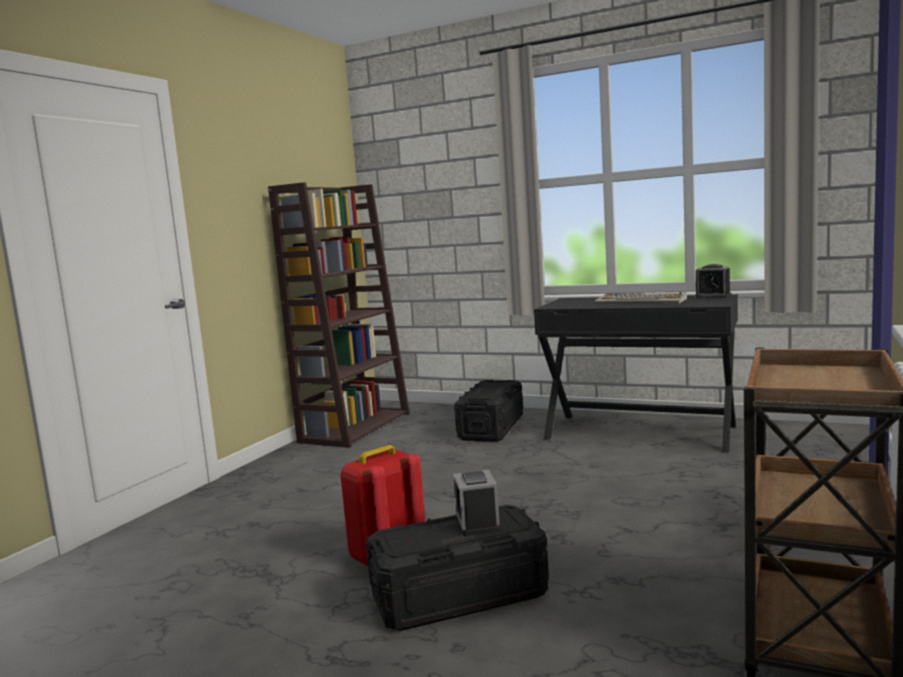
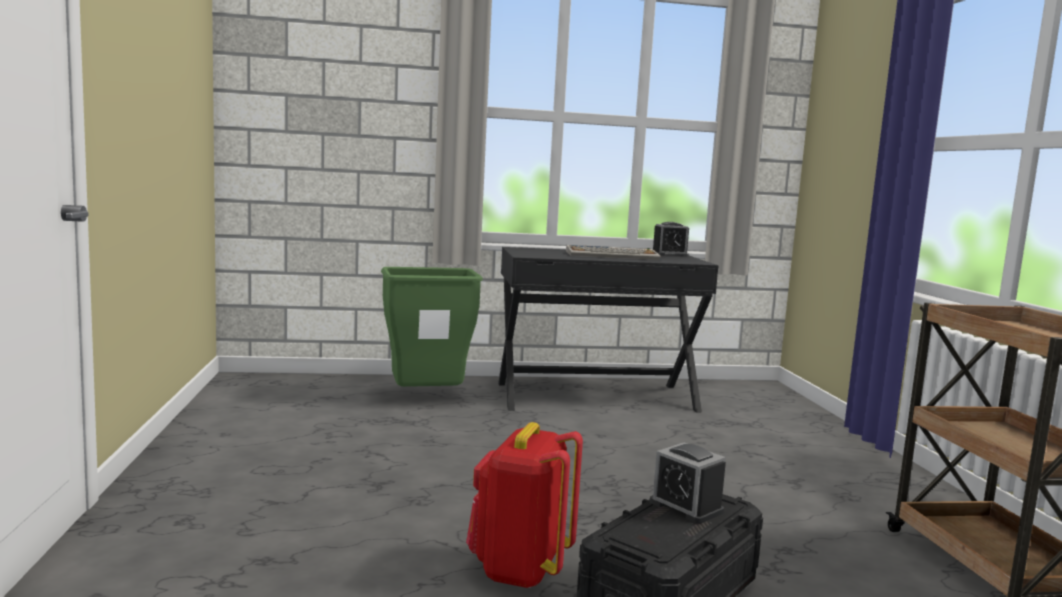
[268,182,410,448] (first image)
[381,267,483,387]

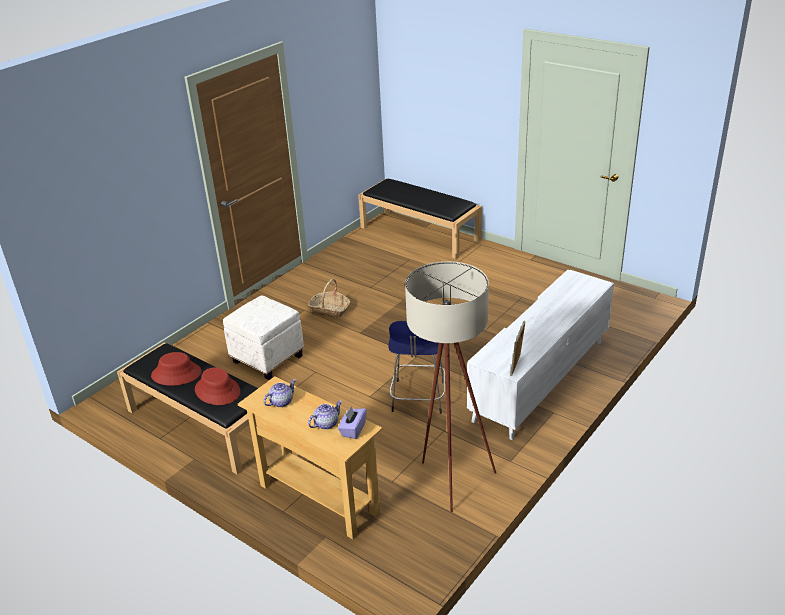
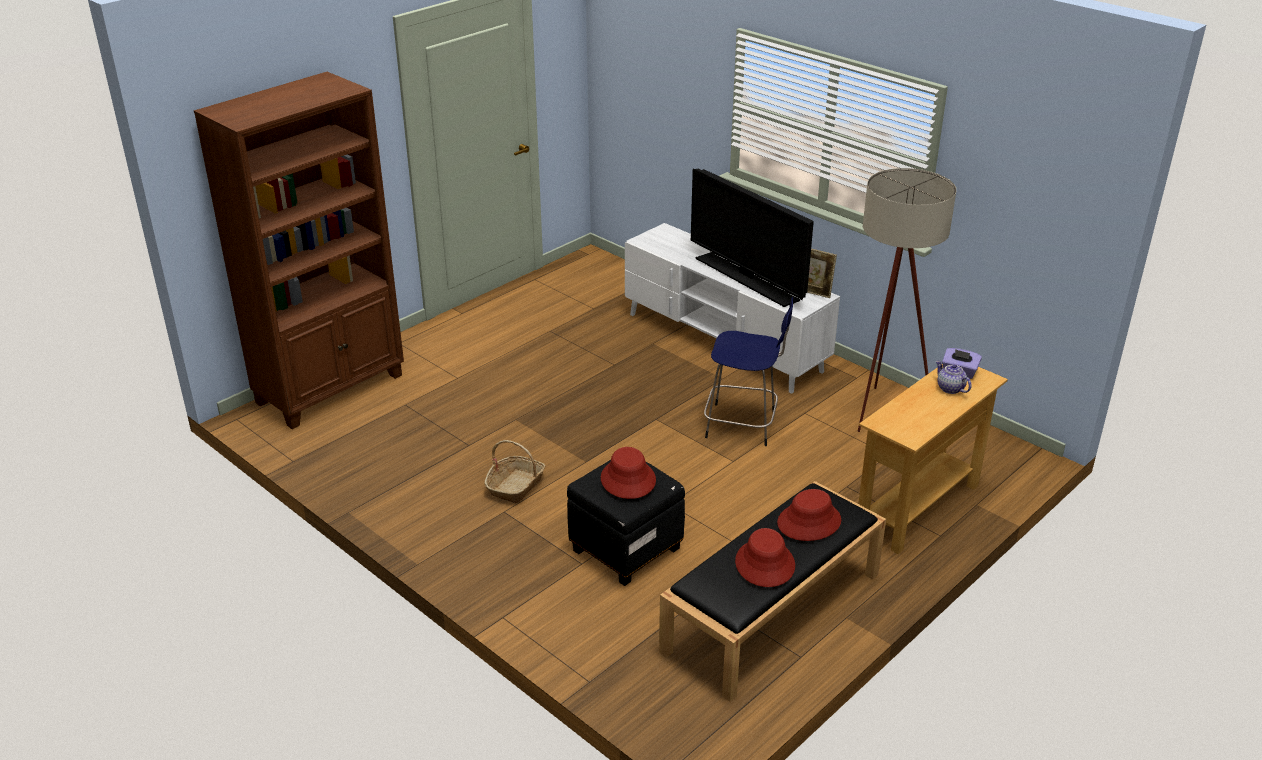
[263,379,296,407] (first image)
[601,447,656,499]
[691,169,814,307]
[194,72,404,429]
[567,460,685,586]

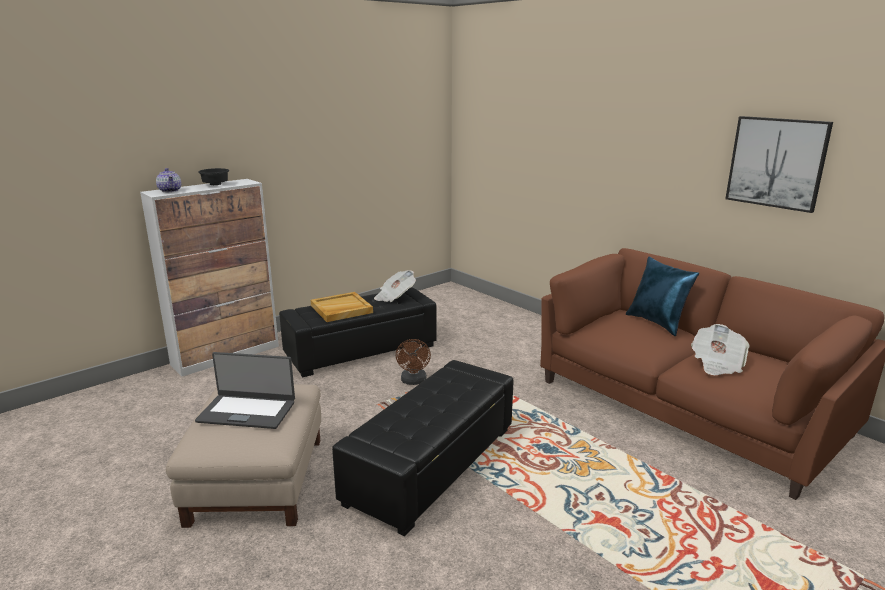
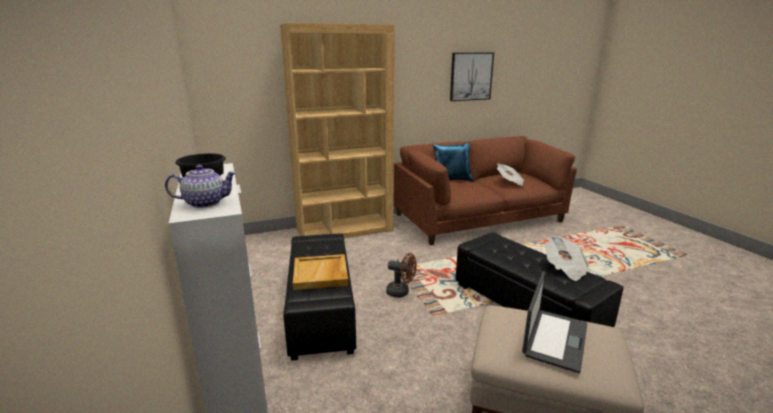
[280,23,395,238]
[544,236,591,281]

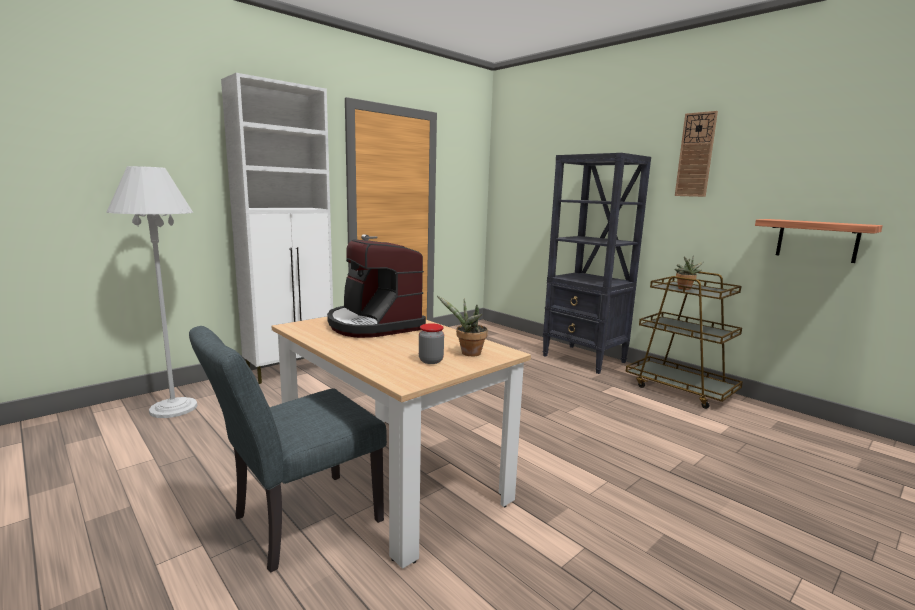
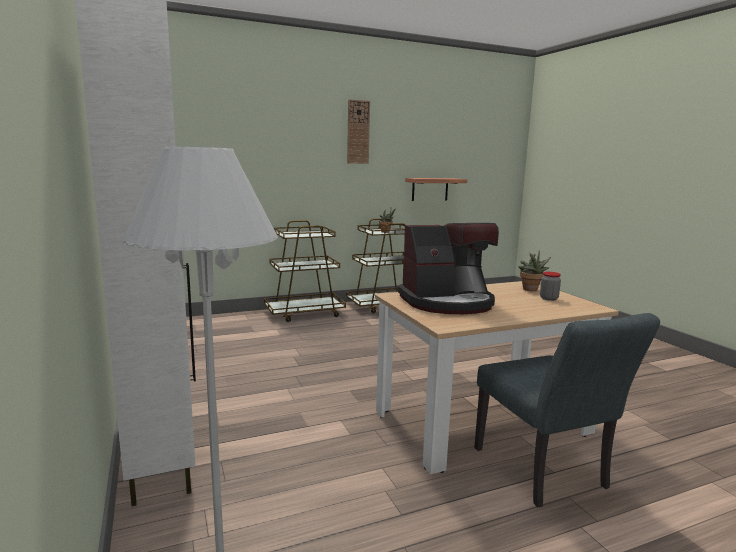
[264,220,346,322]

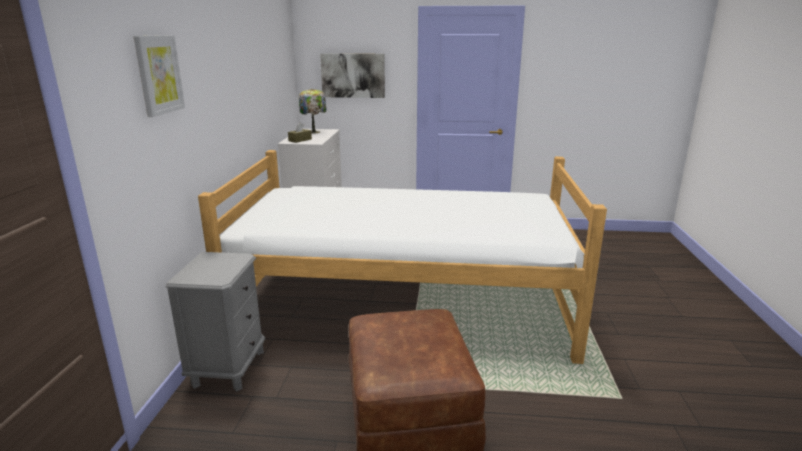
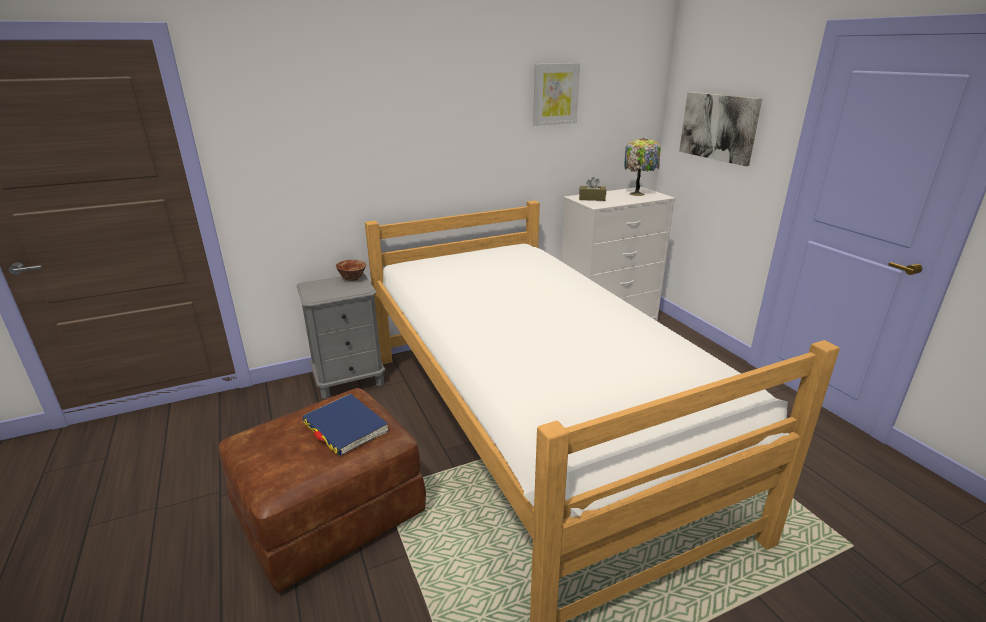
[302,394,388,456]
[336,260,366,281]
[533,63,580,126]

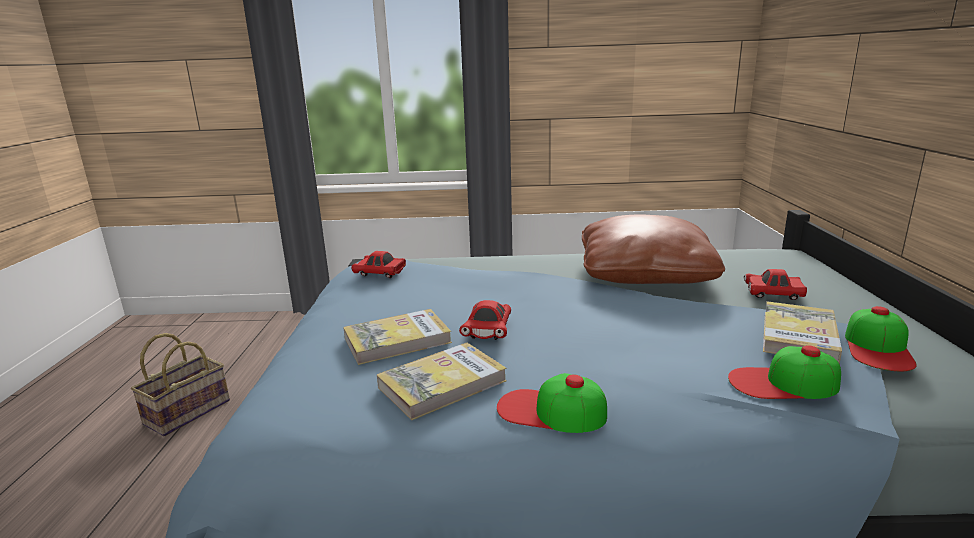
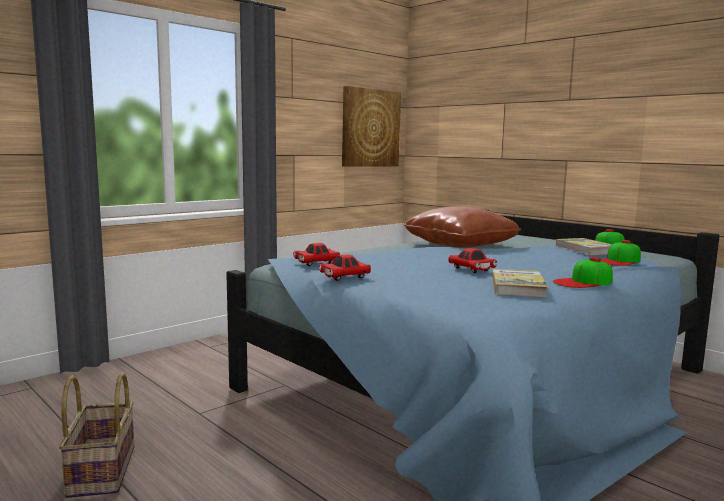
[343,309,452,365] (first image)
[342,86,401,167]
[318,254,371,281]

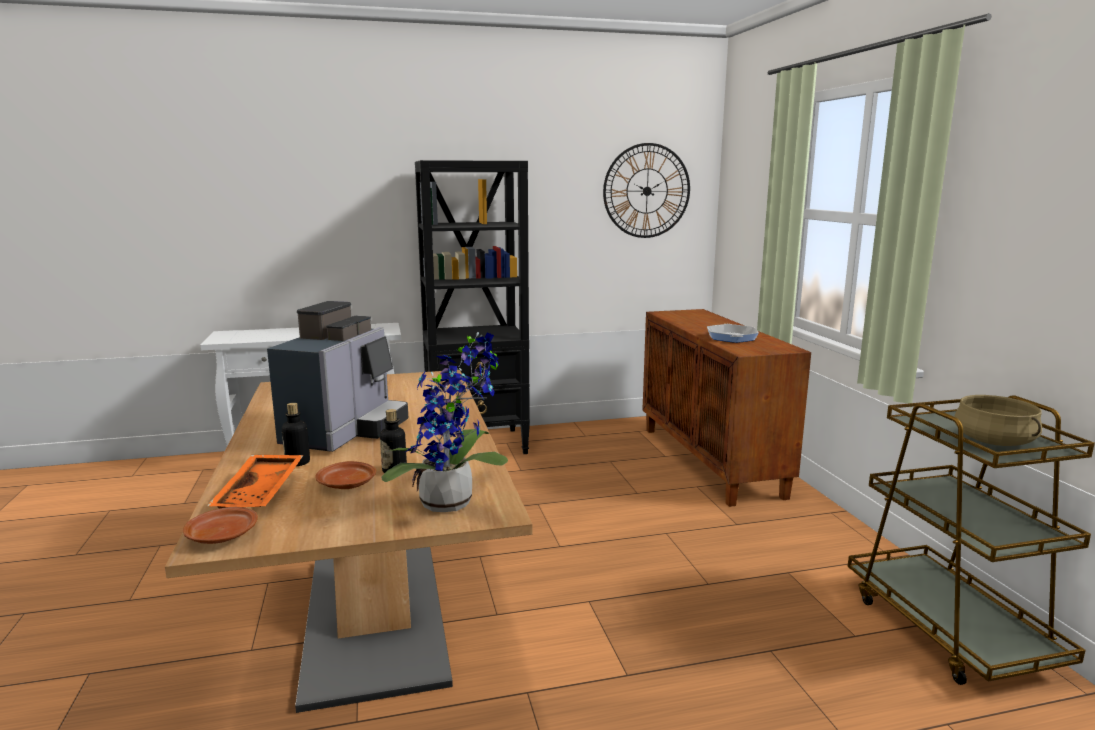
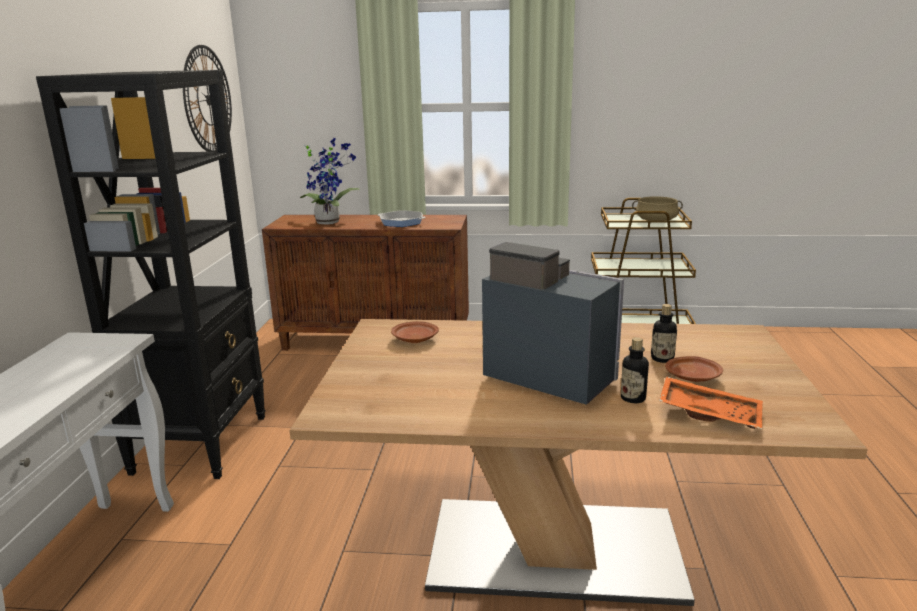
[391,321,439,343]
[300,138,360,225]

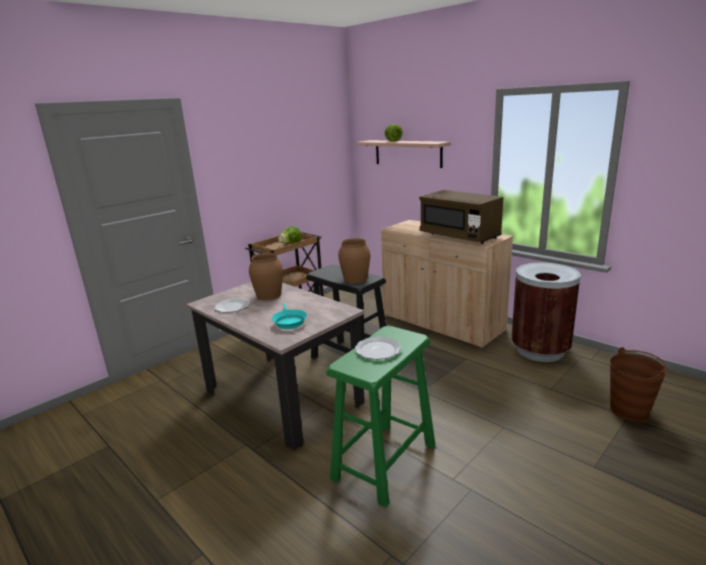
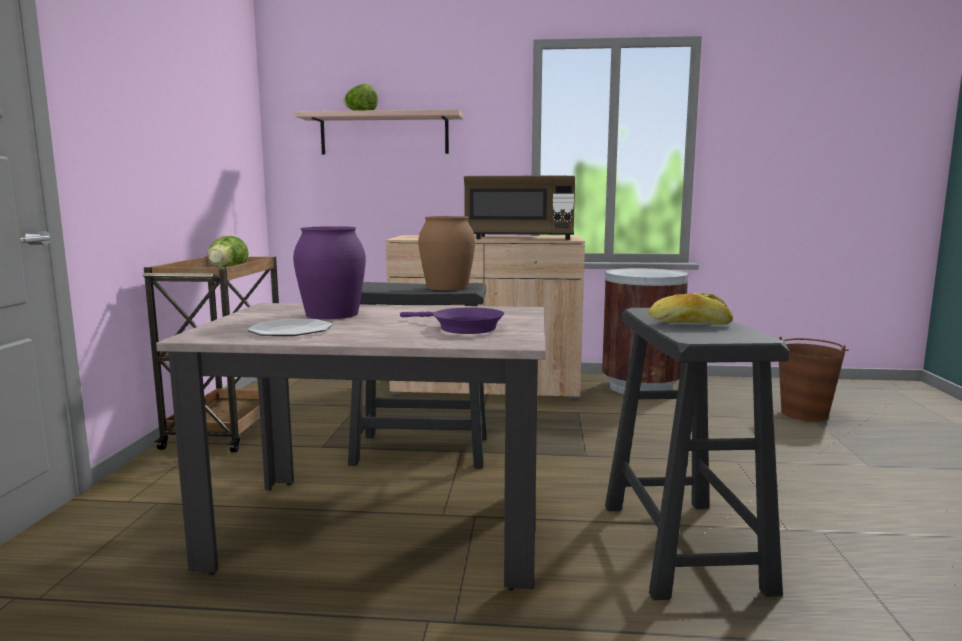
[649,293,733,325]
[293,226,366,319]
[400,307,505,334]
[605,308,790,600]

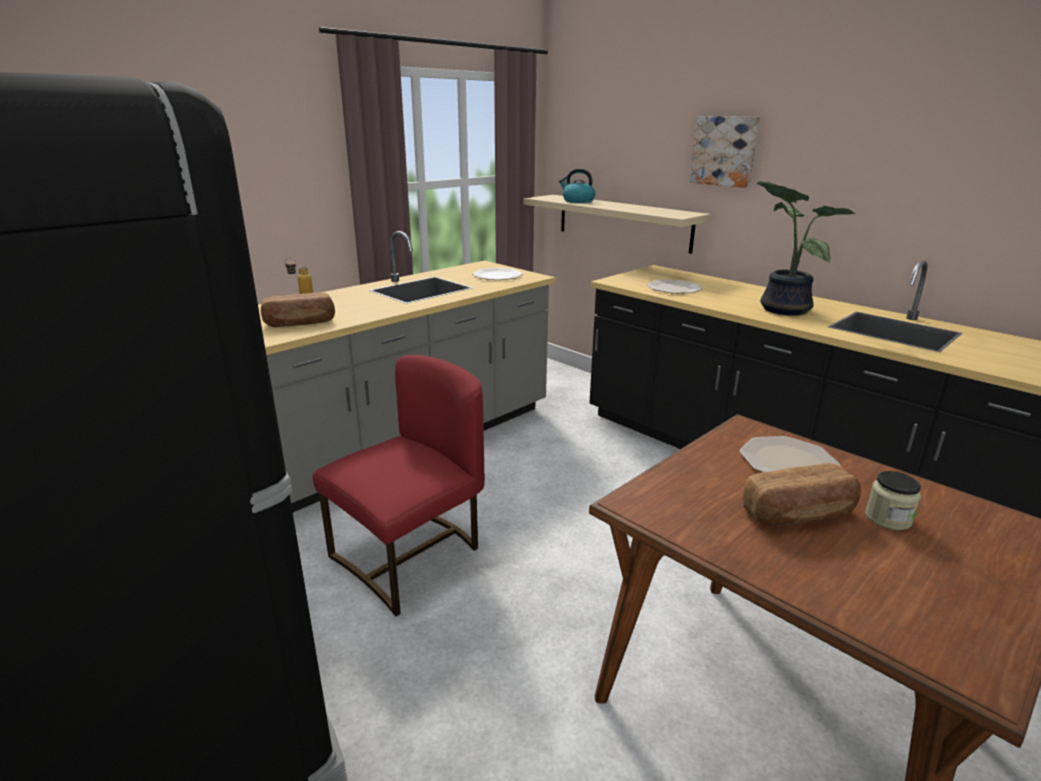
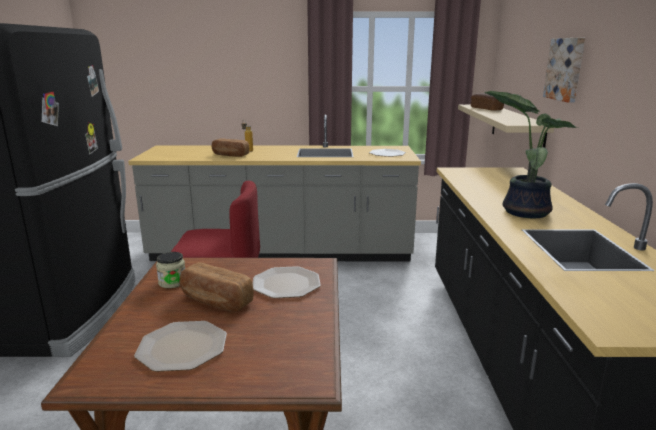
[134,321,227,372]
[156,252,185,288]
[471,93,504,111]

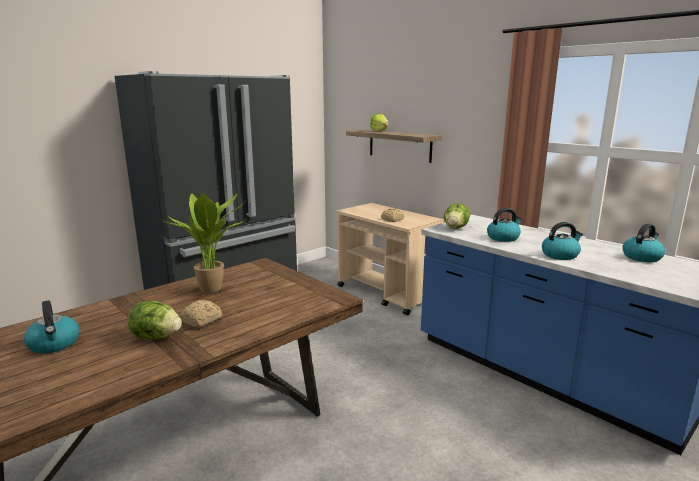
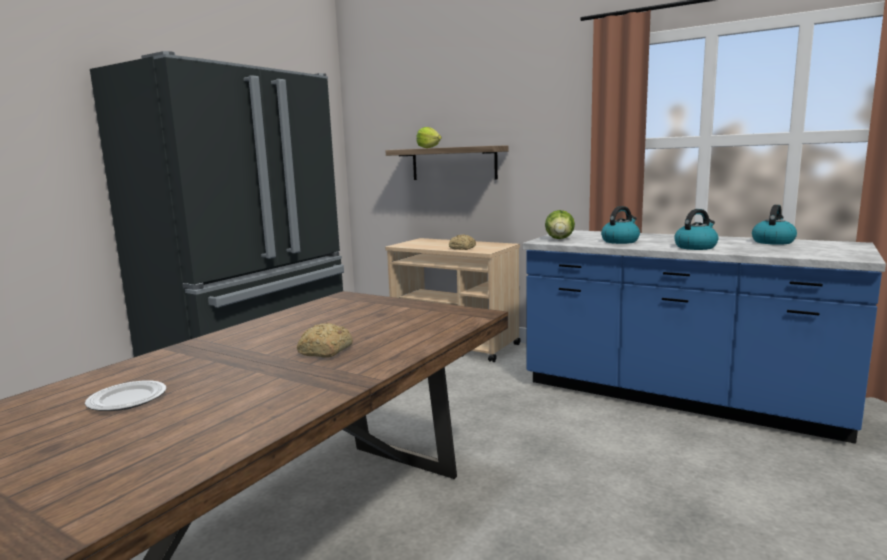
[128,301,182,340] (first image)
[160,193,246,294] (first image)
[85,380,166,411]

